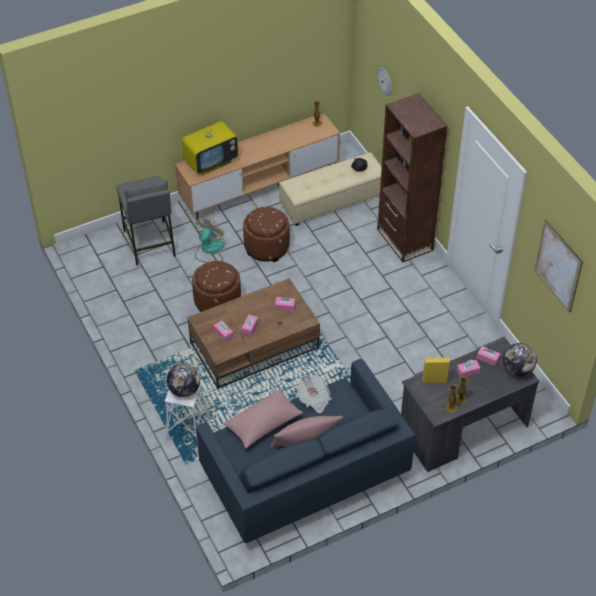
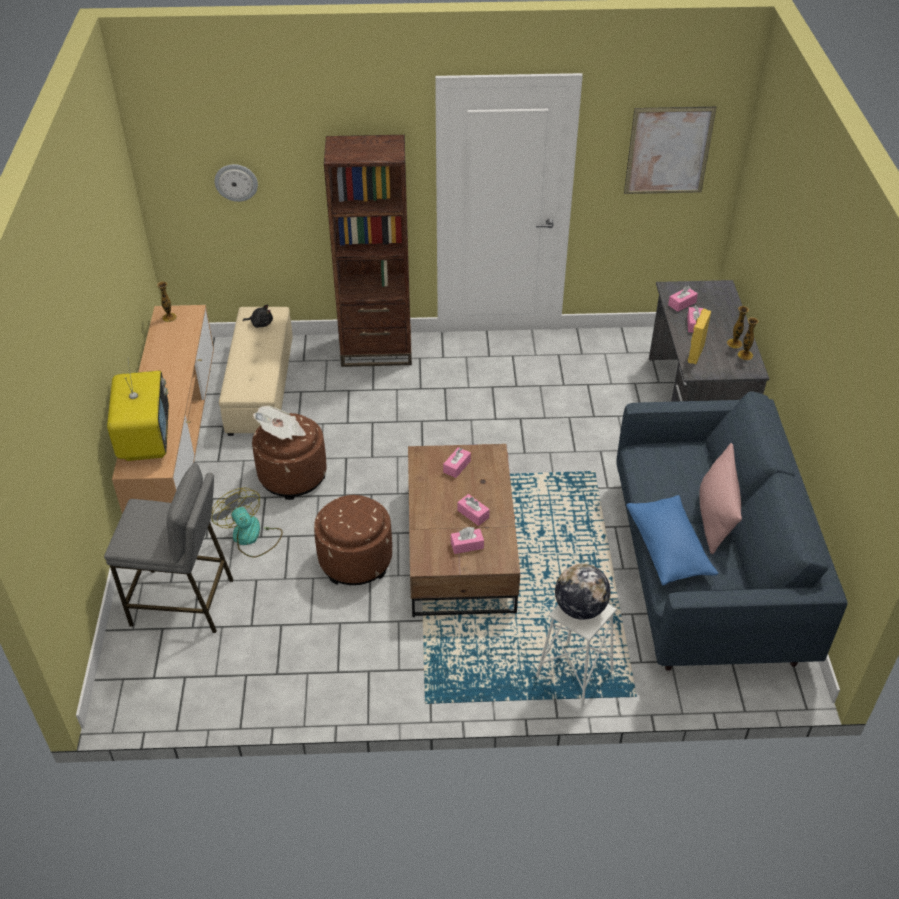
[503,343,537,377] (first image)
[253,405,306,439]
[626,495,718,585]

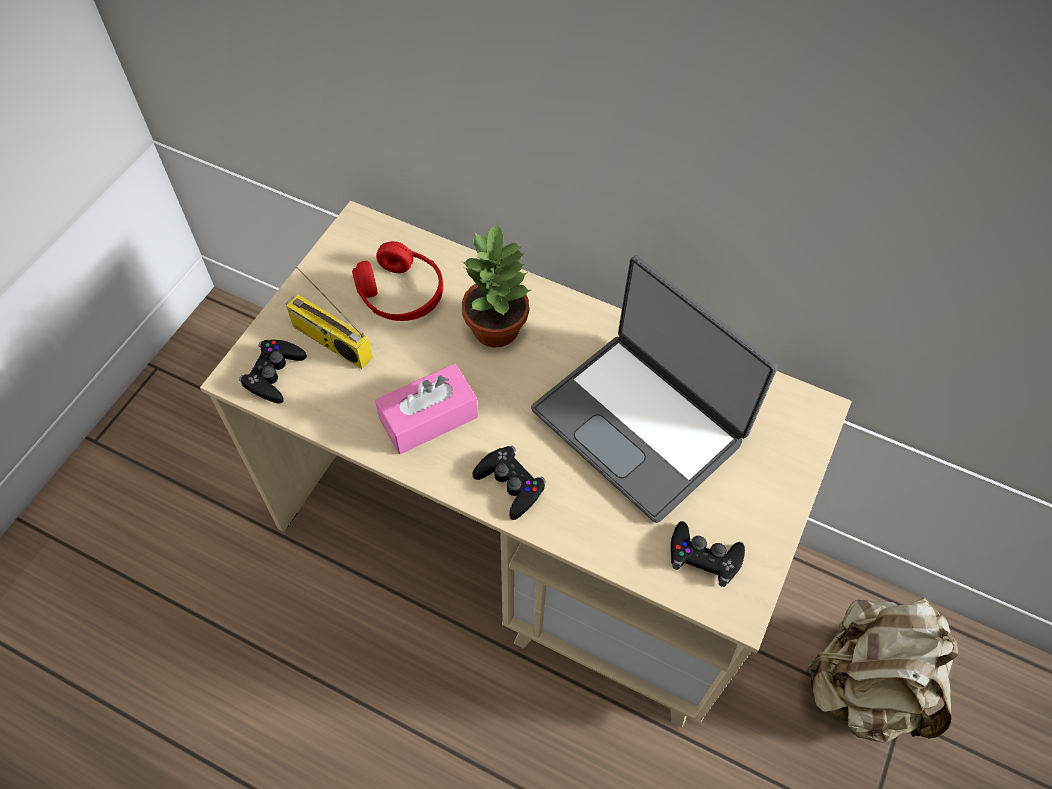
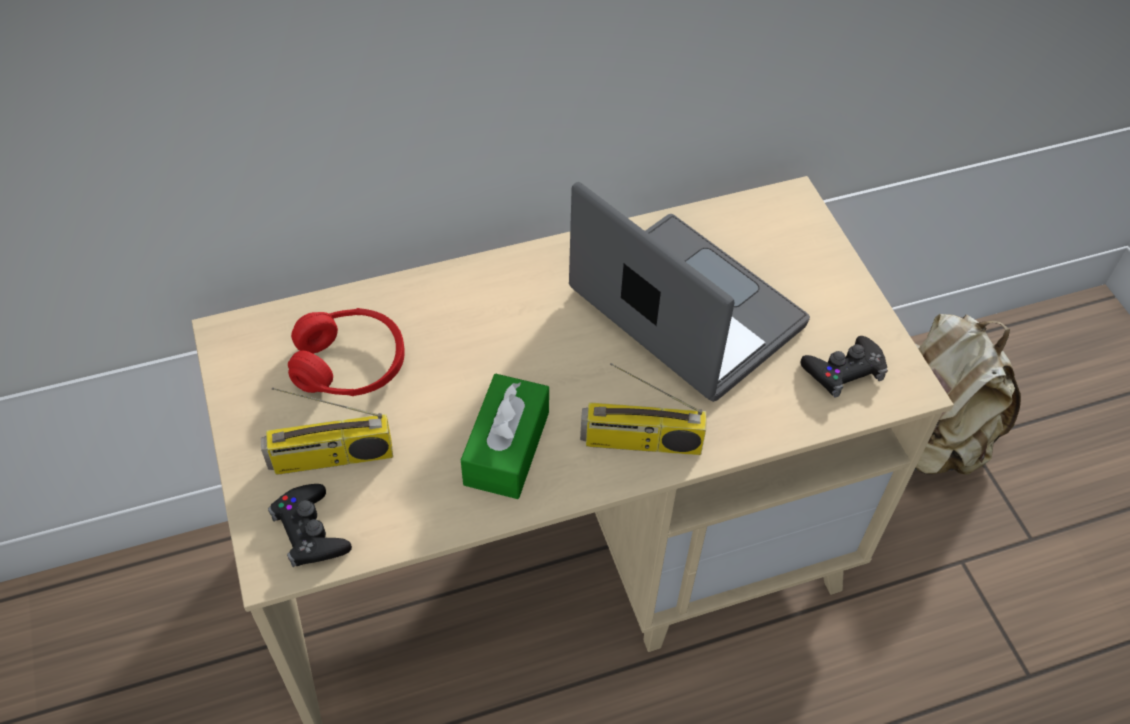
[461,222,531,347] (first image)
[580,363,706,455]
[461,374,549,499]
[569,182,810,402]

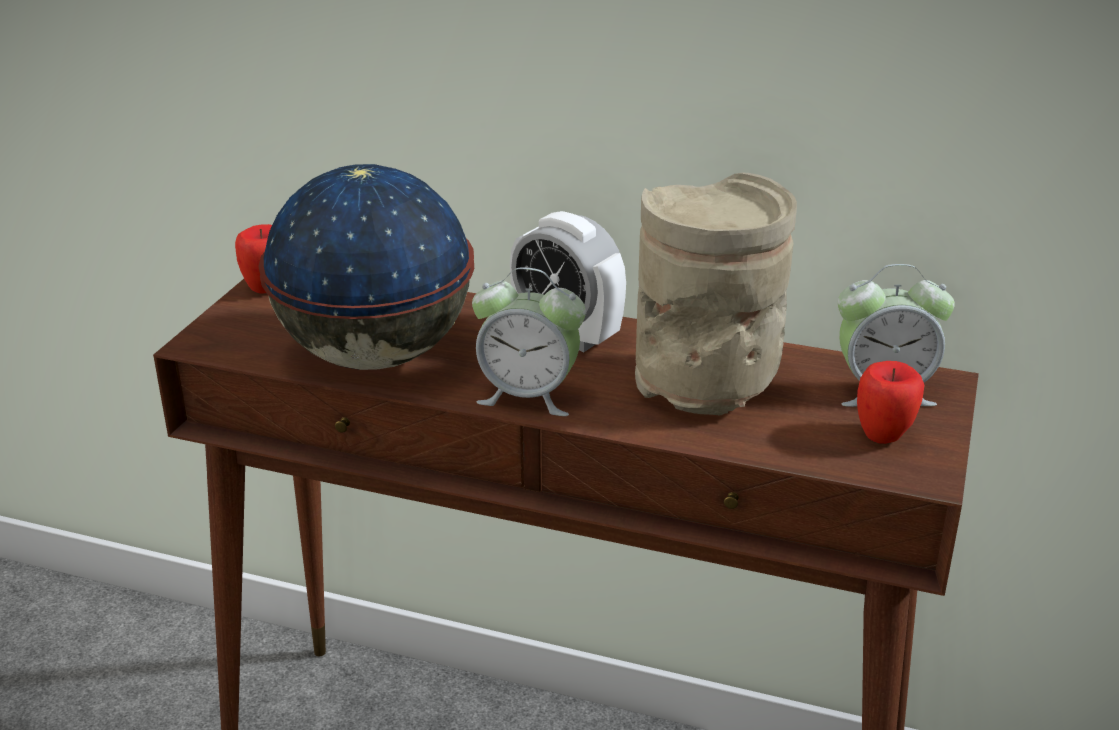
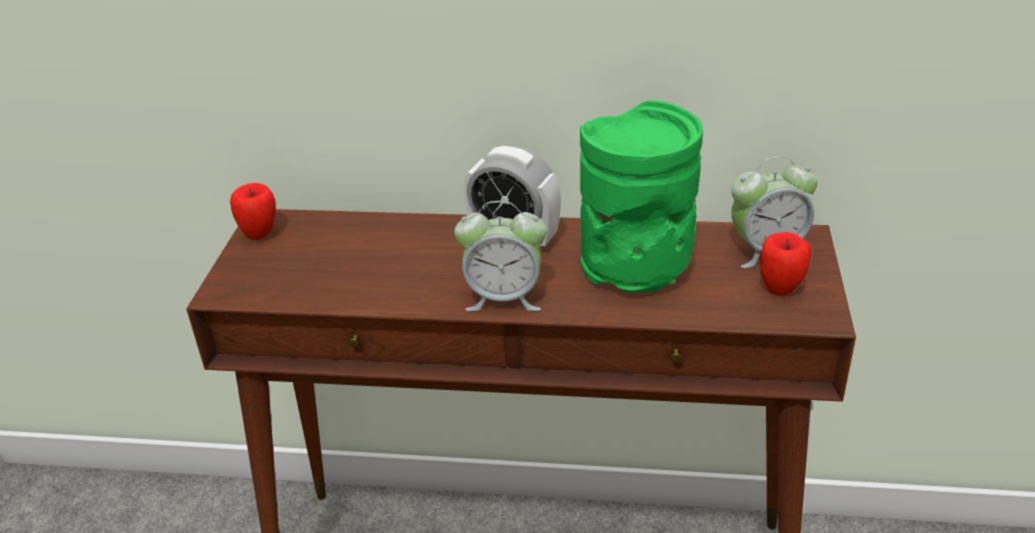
[258,164,474,370] (first image)
[580,100,703,293]

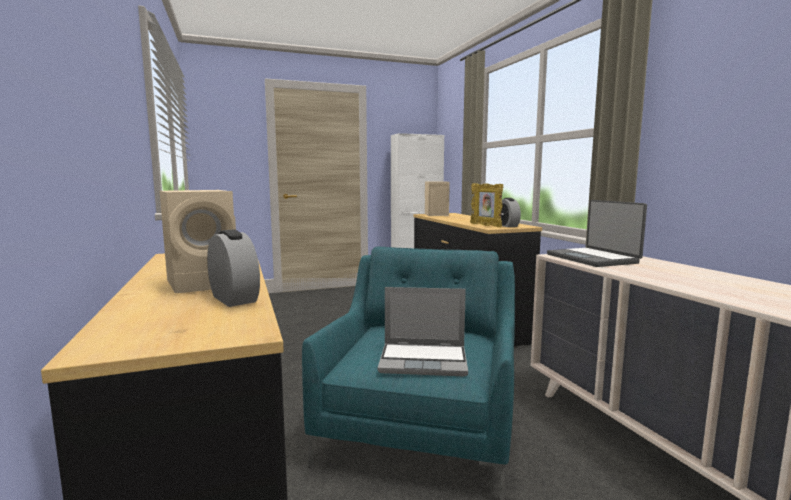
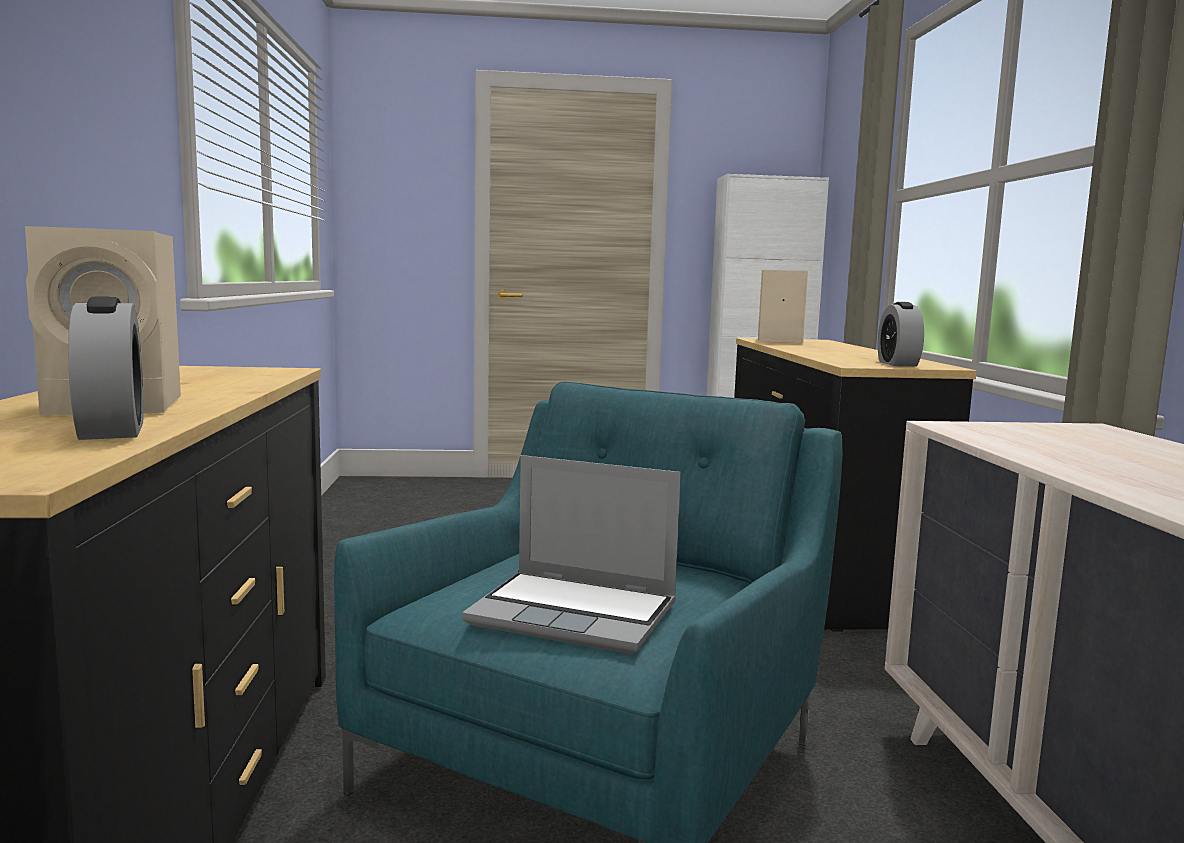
[470,183,503,227] (first image)
[547,200,647,267] (first image)

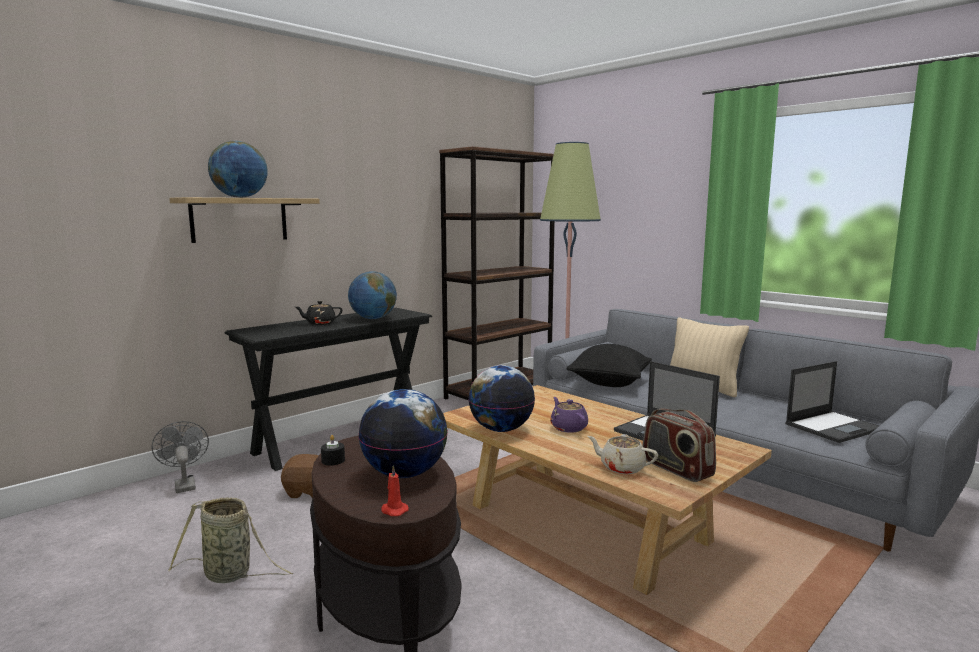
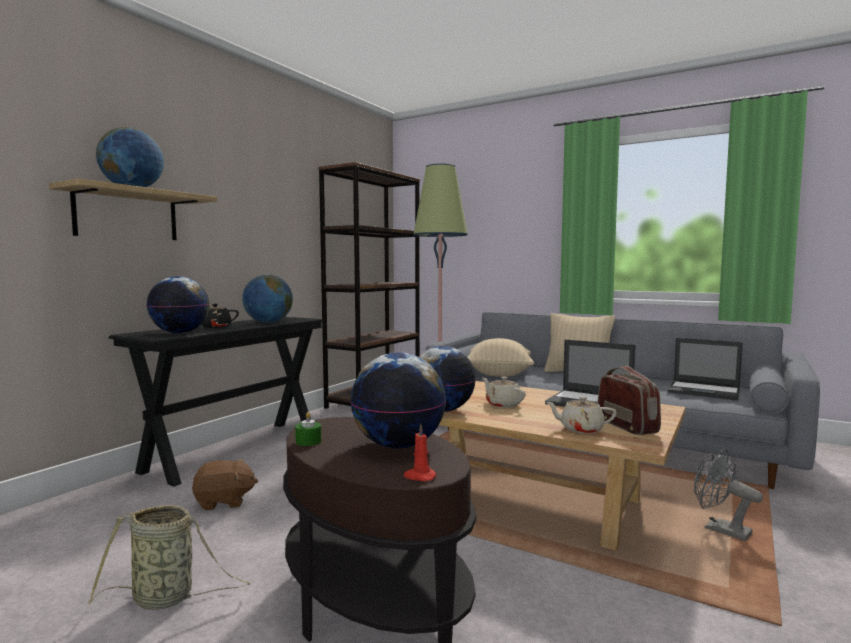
[146,276,210,333]
[694,449,763,541]
[295,412,322,446]
[482,377,526,408]
[468,338,534,377]
[597,366,661,435]
[667,338,743,401]

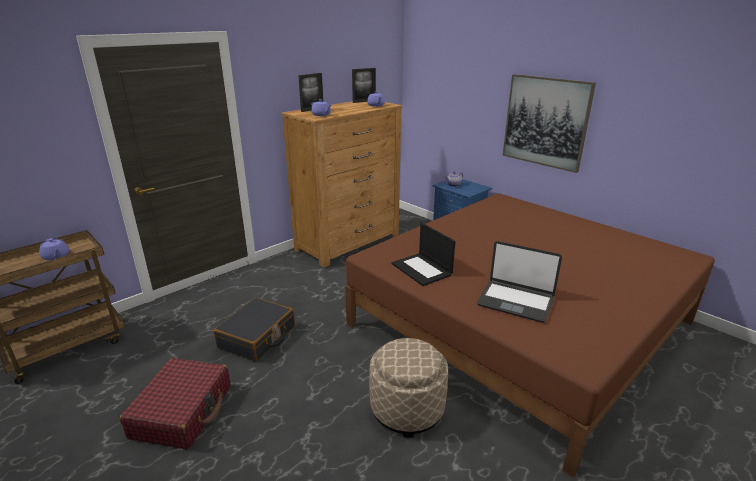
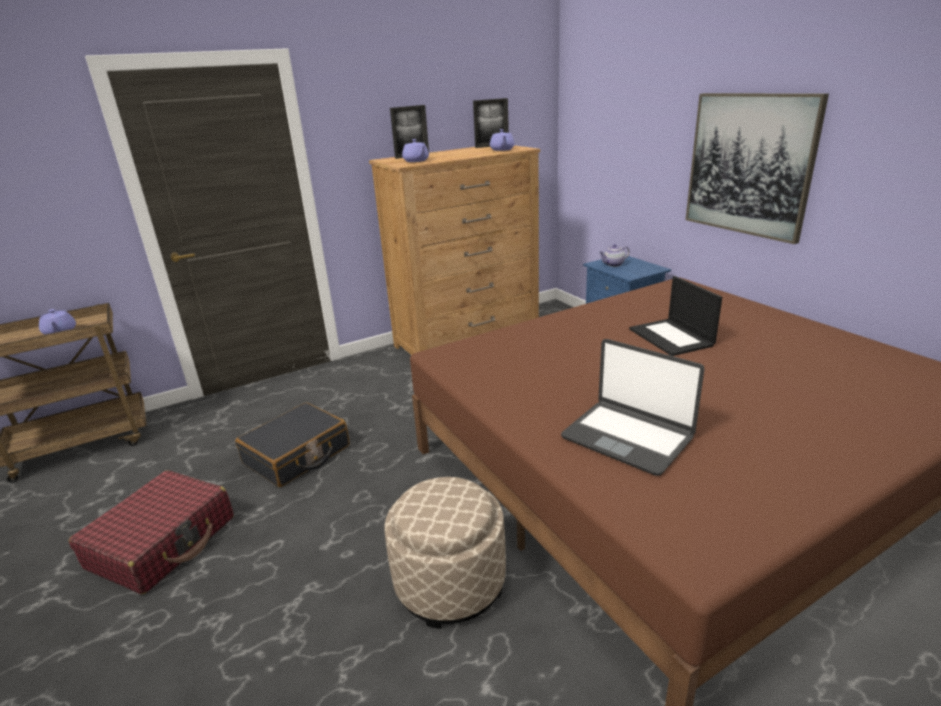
[629,276,722,356]

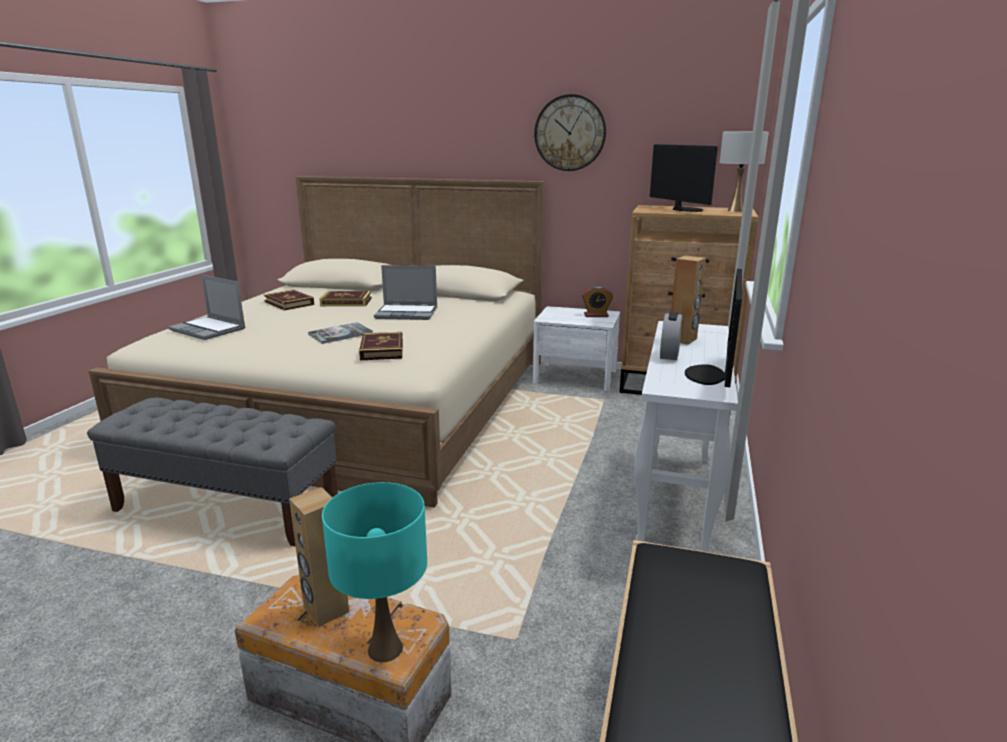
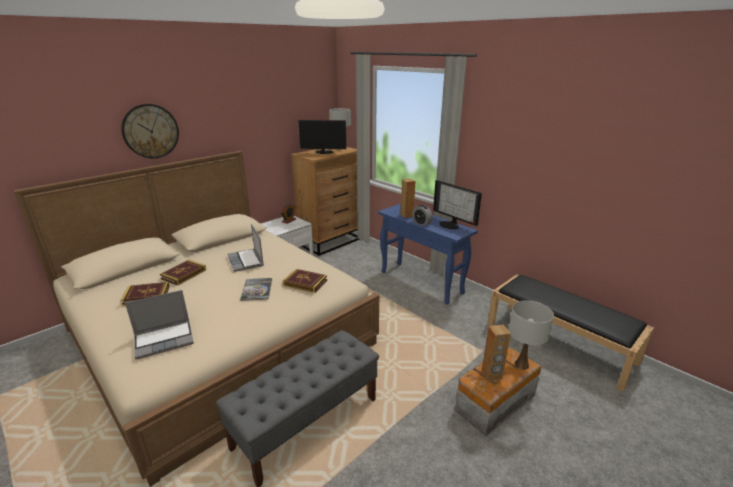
[121,104,179,158]
[509,300,554,370]
[378,204,478,305]
[227,224,264,272]

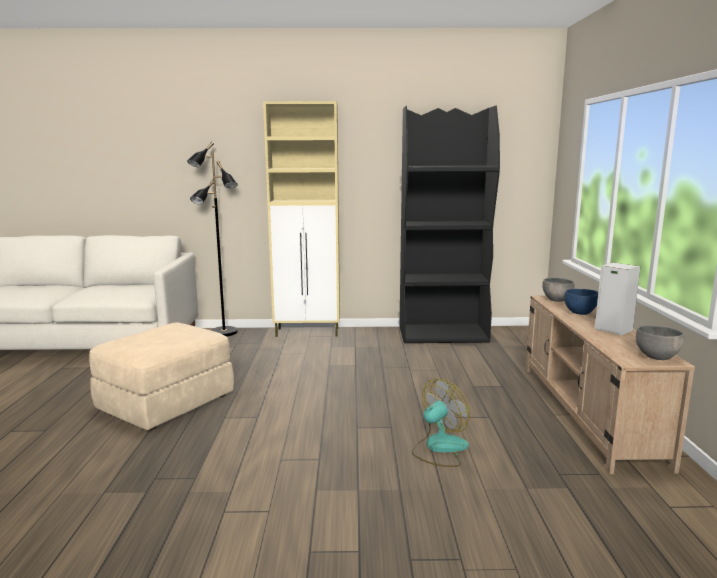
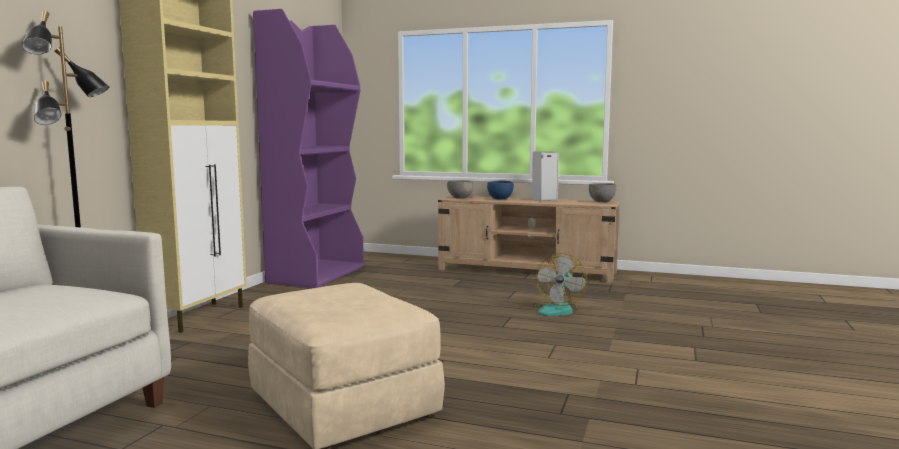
[253,9,364,288]
[532,253,587,316]

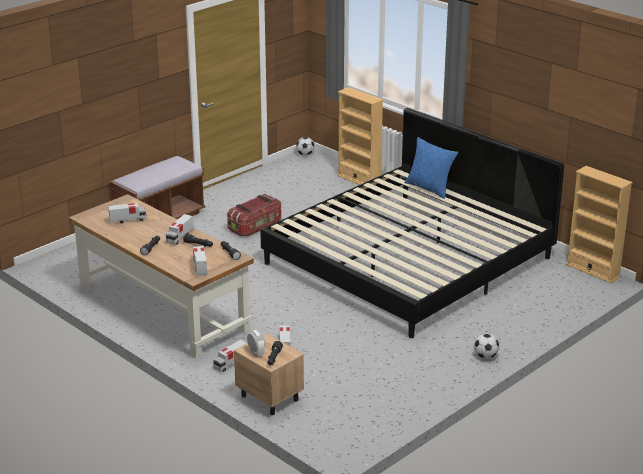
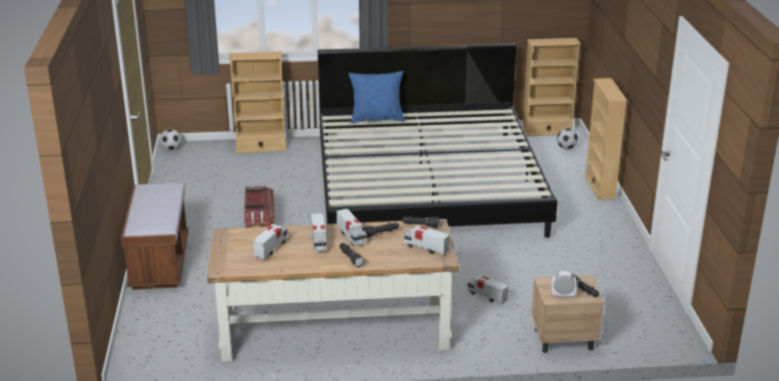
[584,78,627,200]
[311,213,327,252]
[557,128,578,149]

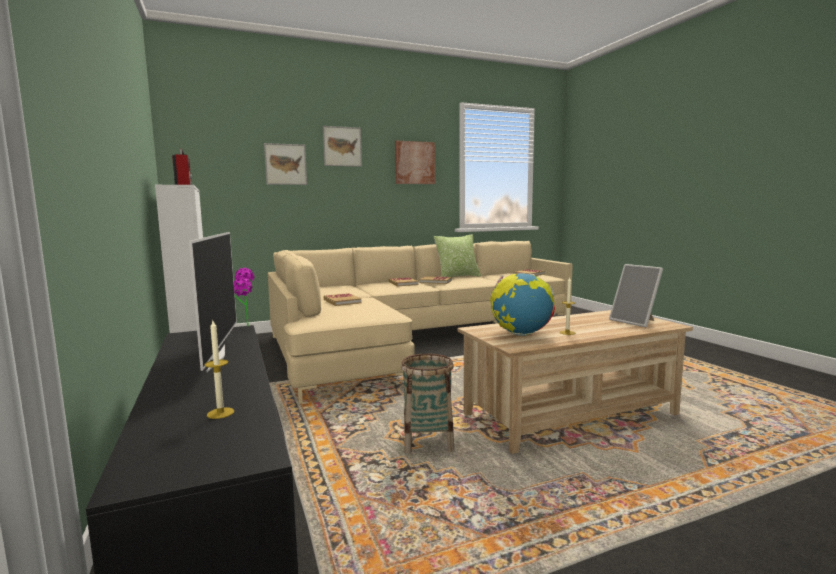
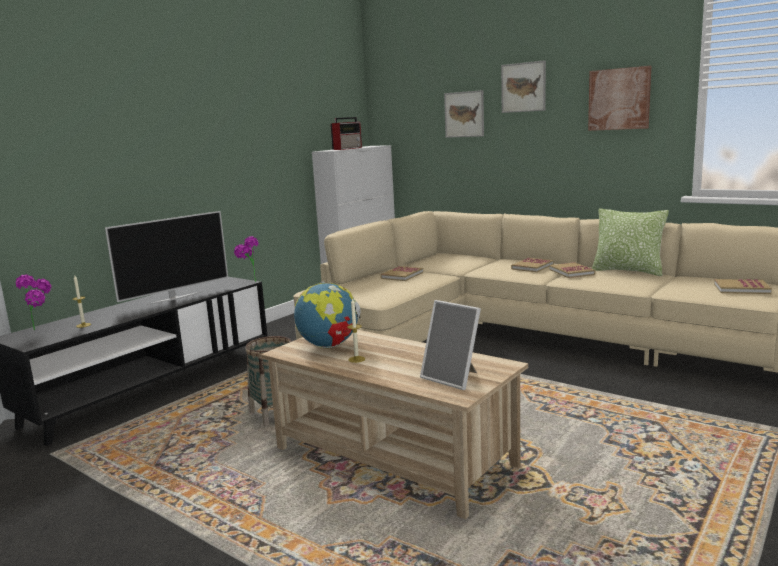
[15,275,52,330]
[420,300,481,390]

